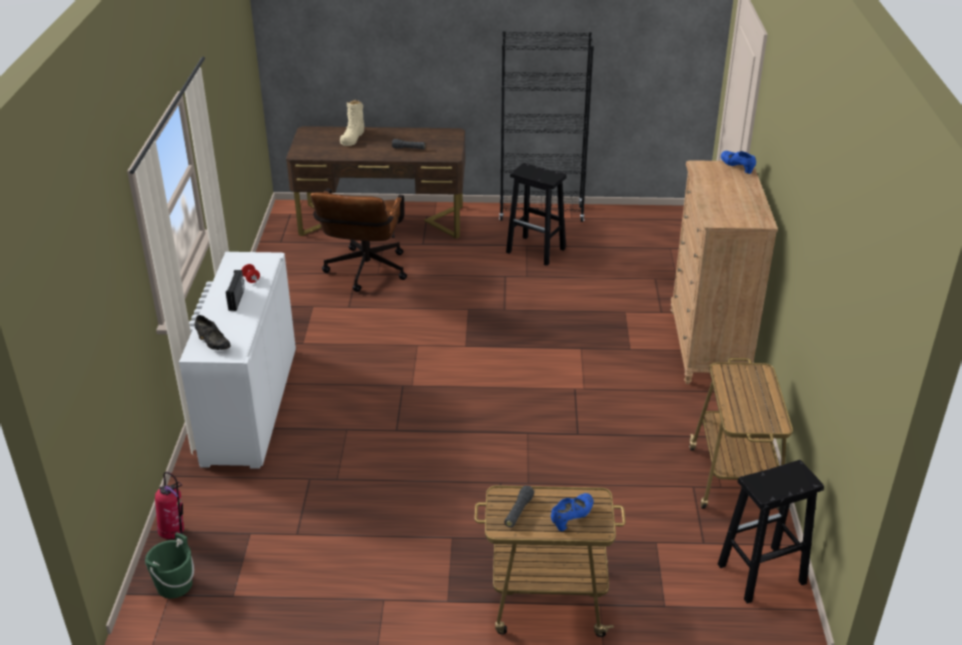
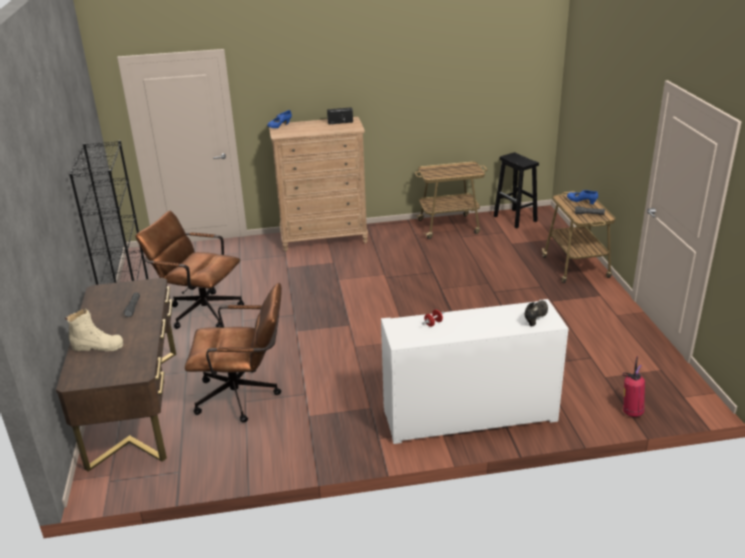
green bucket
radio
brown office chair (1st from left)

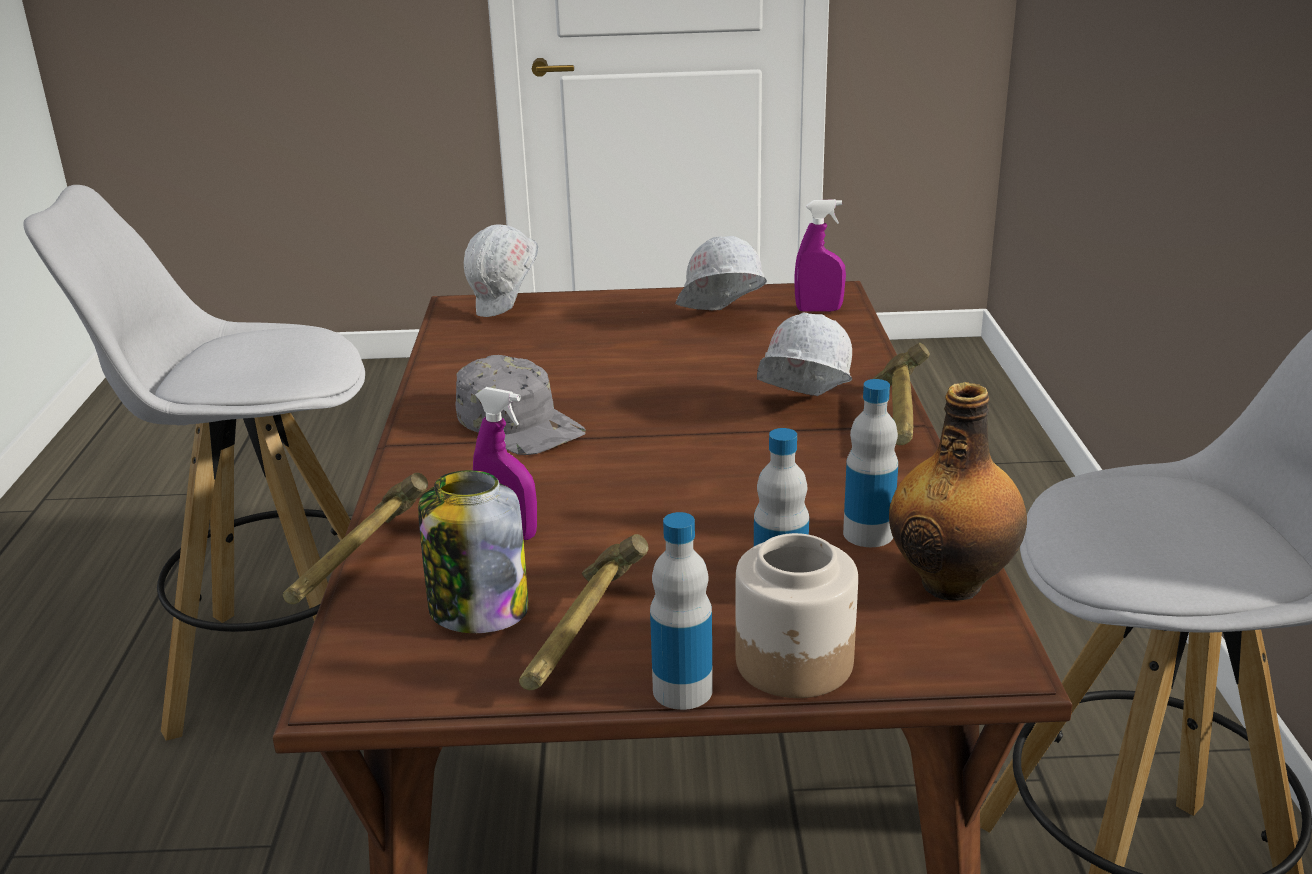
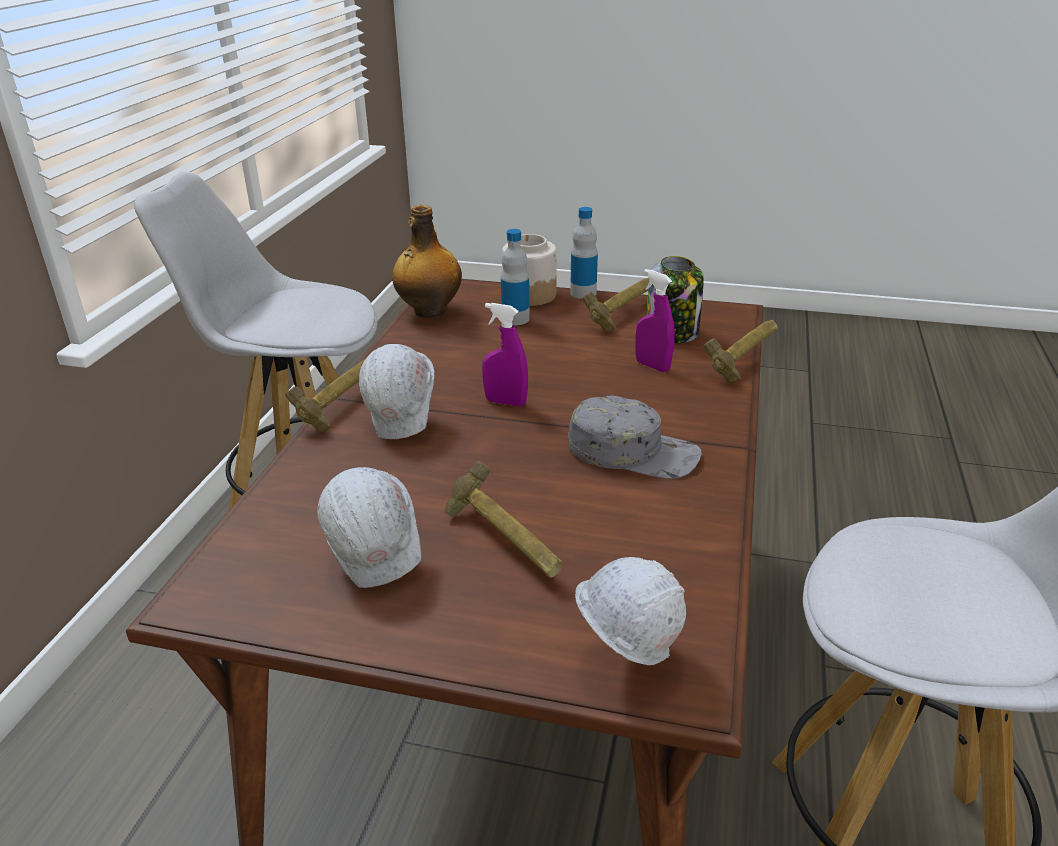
grey cap
purple spray bottle (1st from left)
bottle (3rd from left in the first image)
hammer (2nd from left)

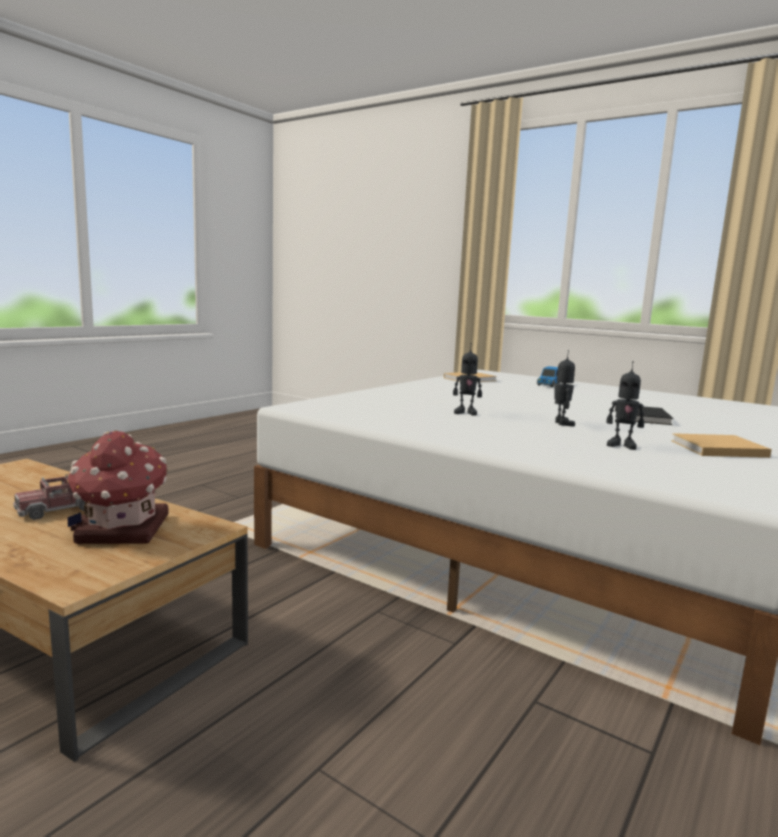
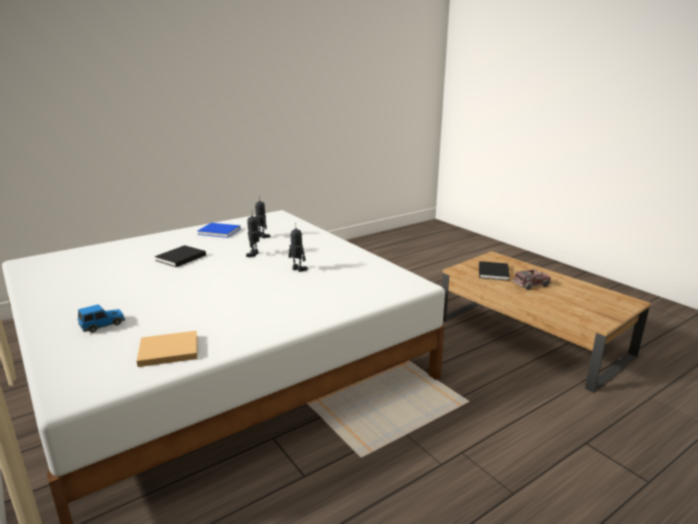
black book (2nd from left)
blue book

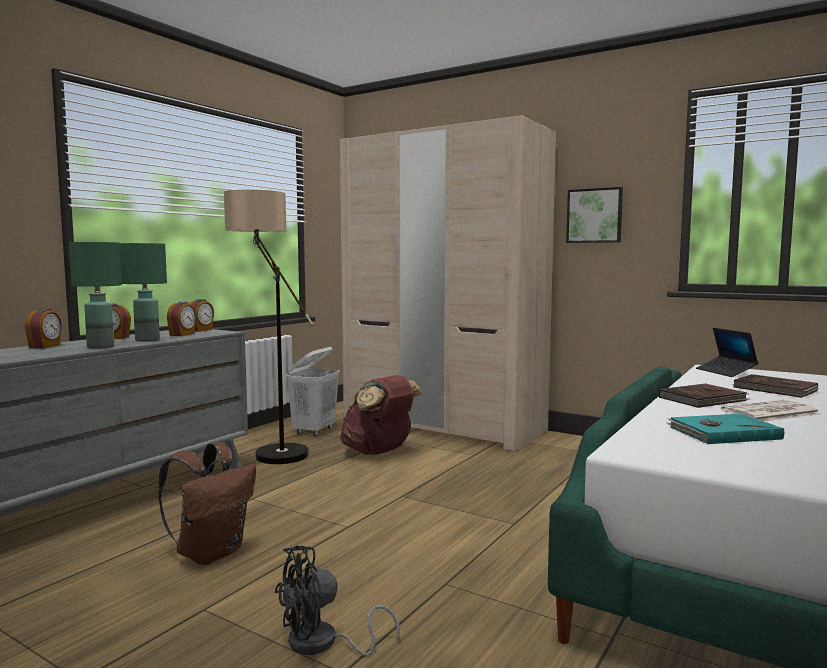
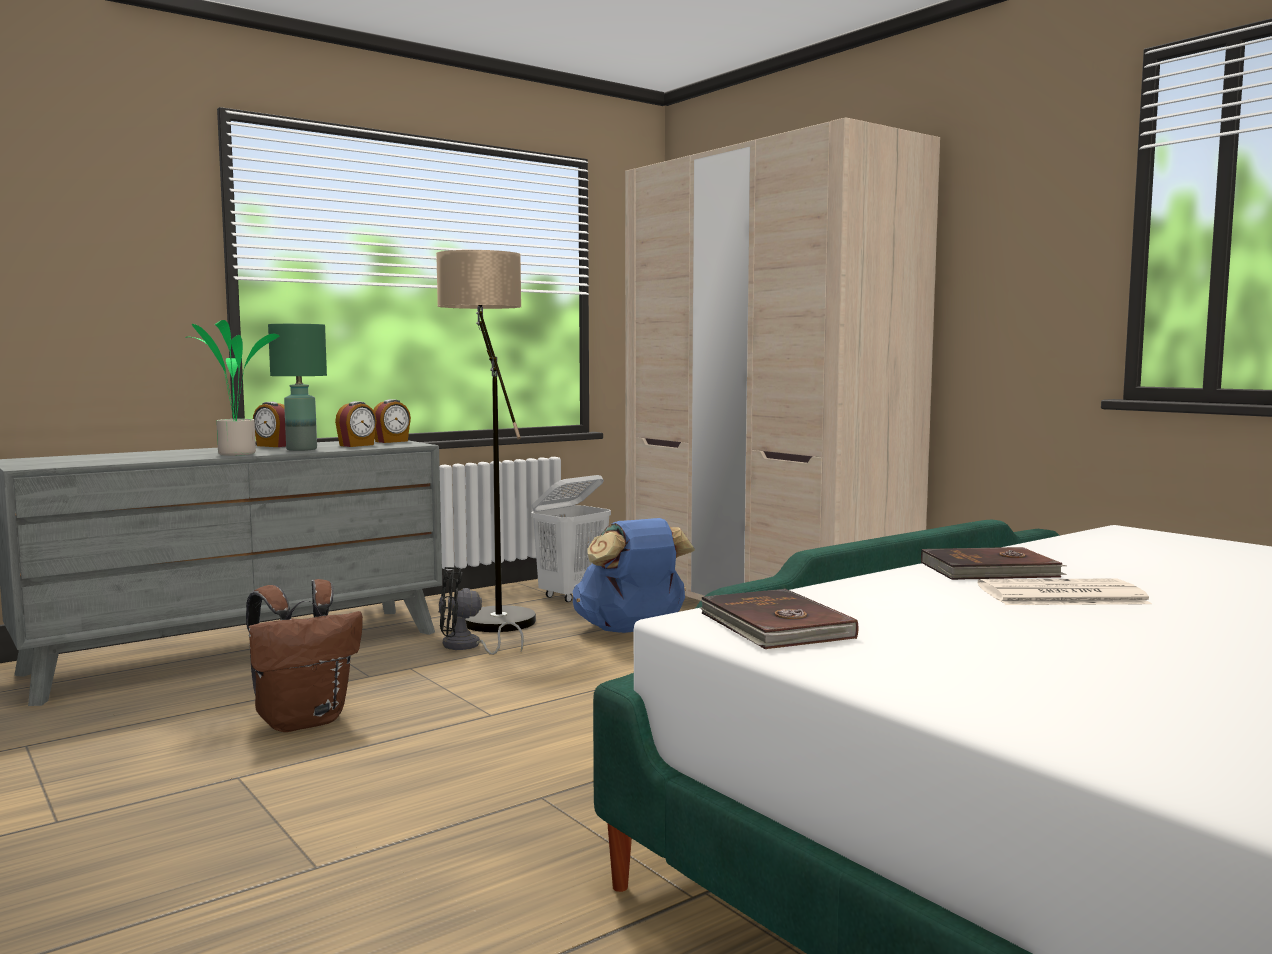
alarm clock (1st from left in the first image)
potted plant
black fan
blue backpack
picture
turquoise book
laptop
brown book (1st from left)

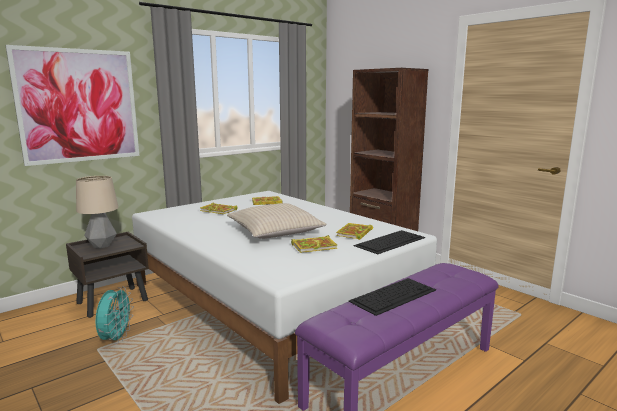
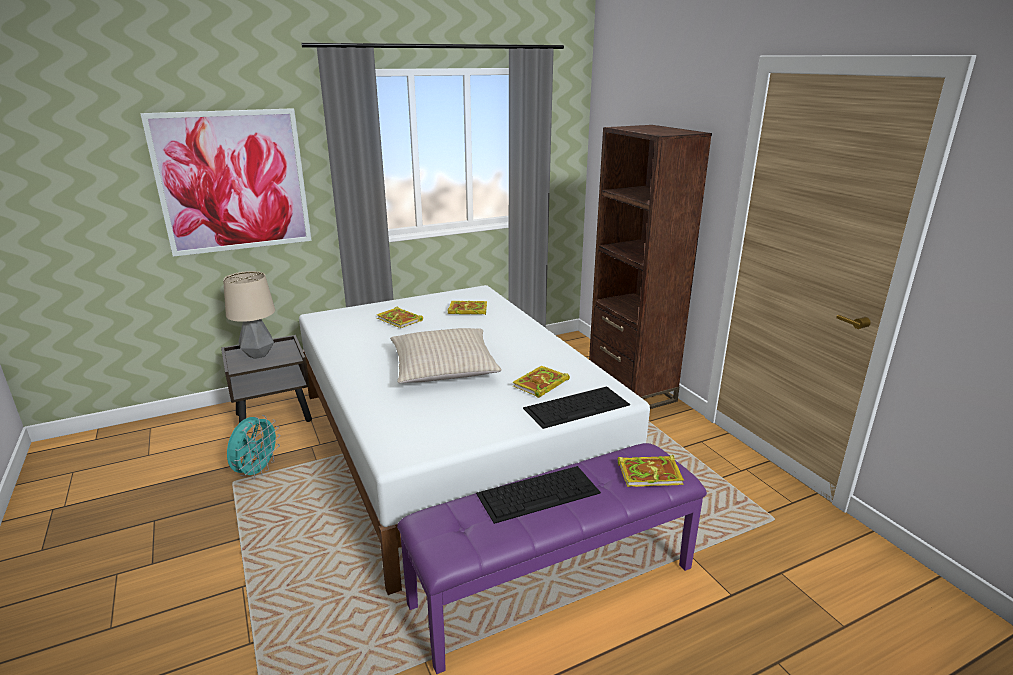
book (4th from left)

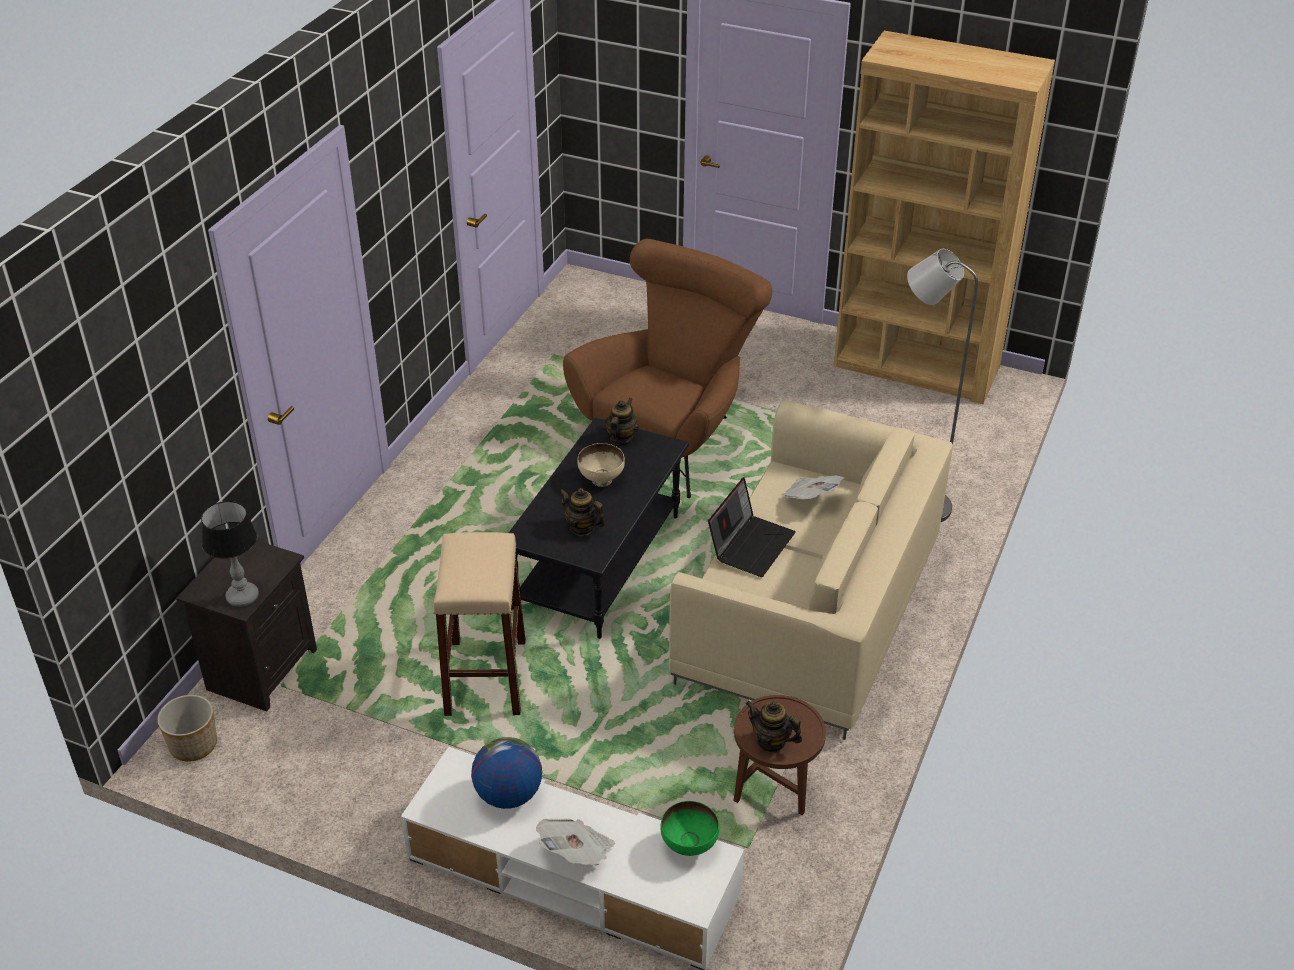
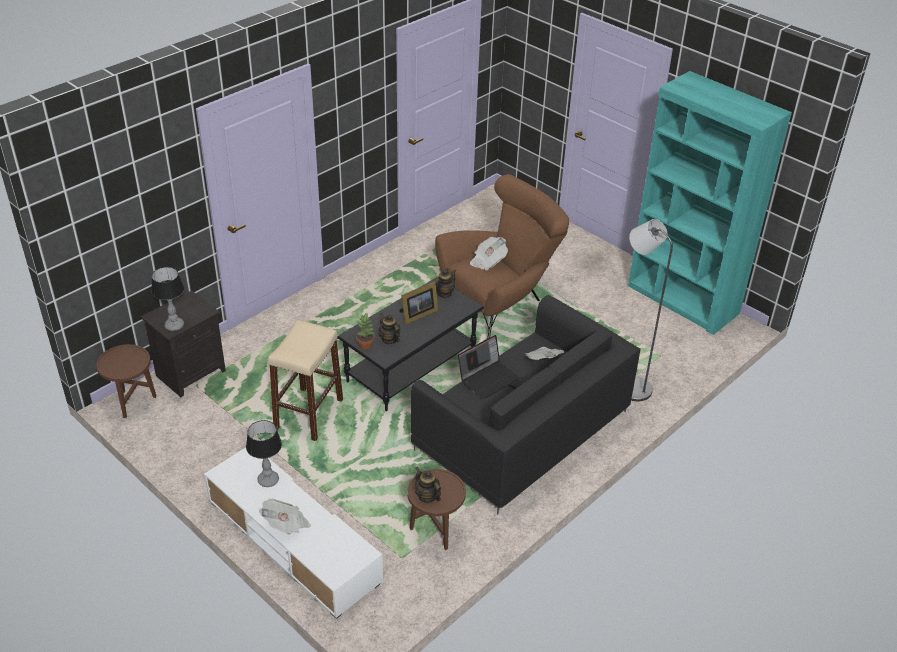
brown side table (1st from left)
table lamp (2nd from left)
picture frame
green bowl
black sofa
turquoise bookcase
potted plant
newspaper (2nd from left)

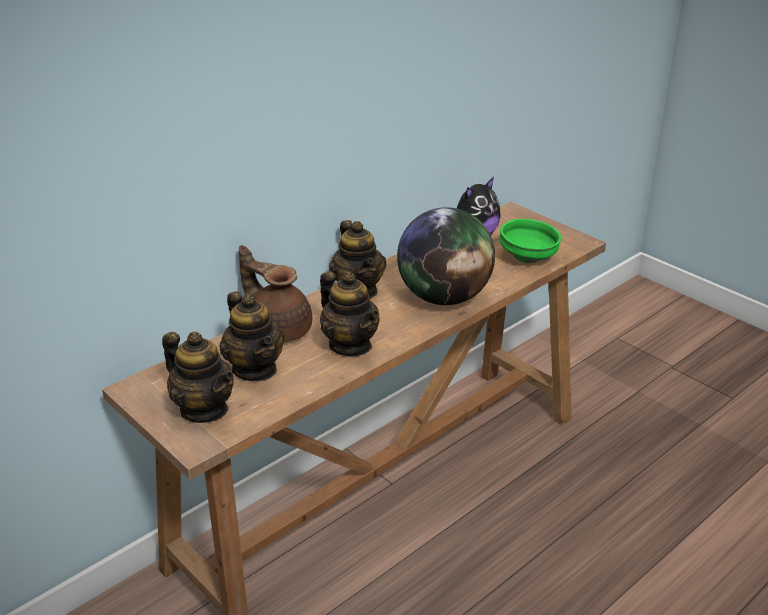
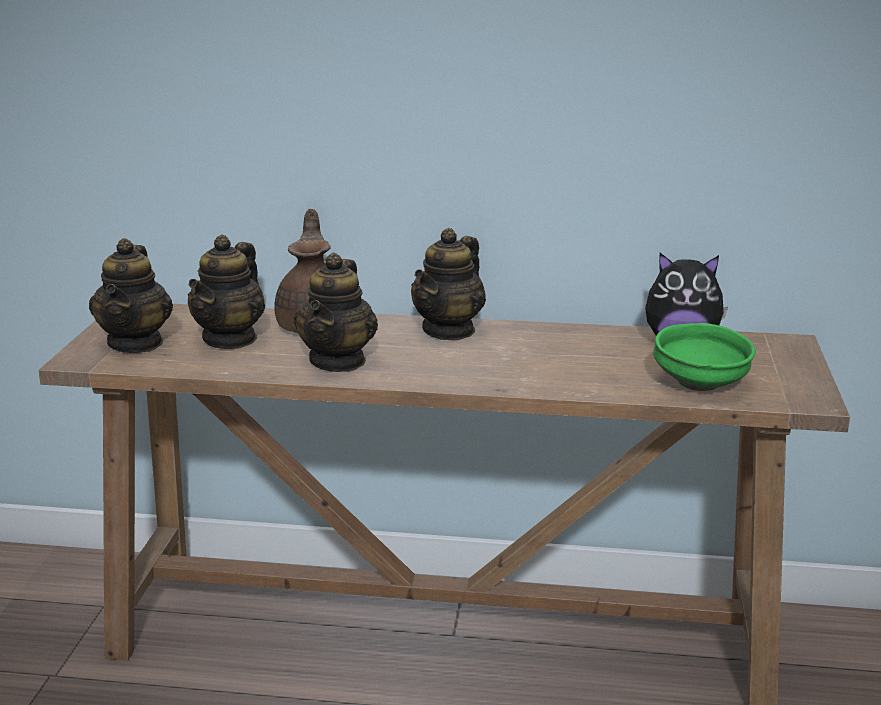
globe

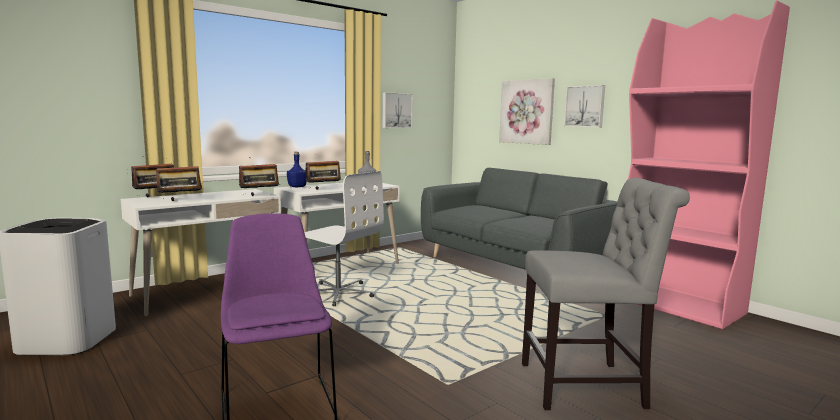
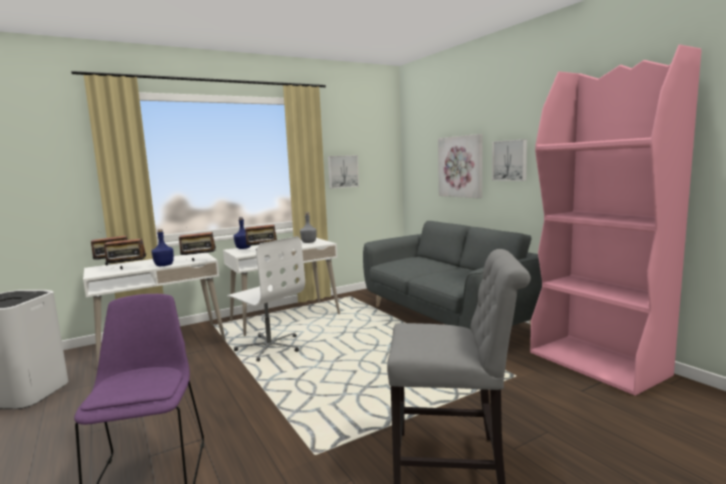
blue bottle (1st from left)

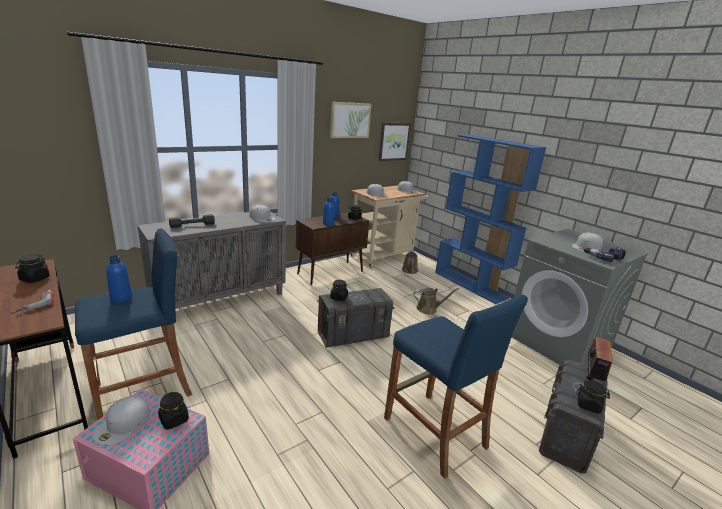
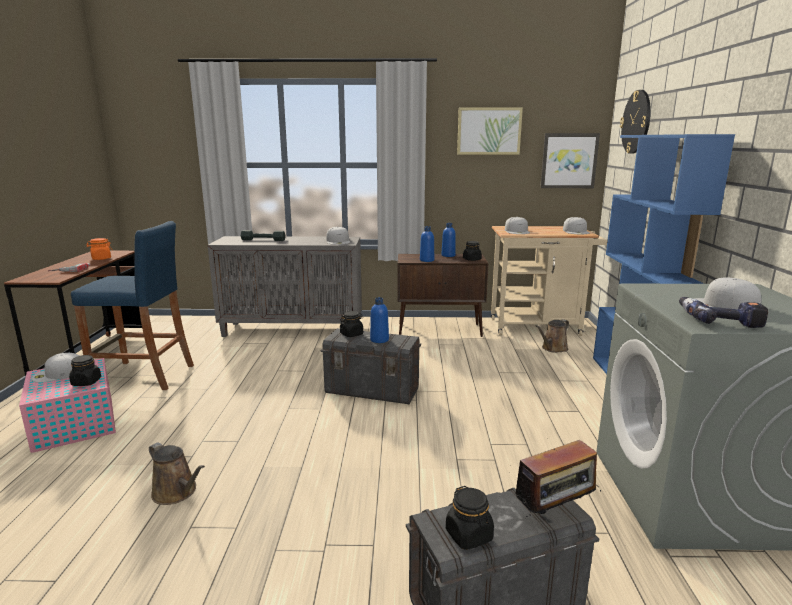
orange jar
blue bottle (1st from left)
blue stool (2nd from left in the first image)
brown watering can (1st from left)
wall clock

